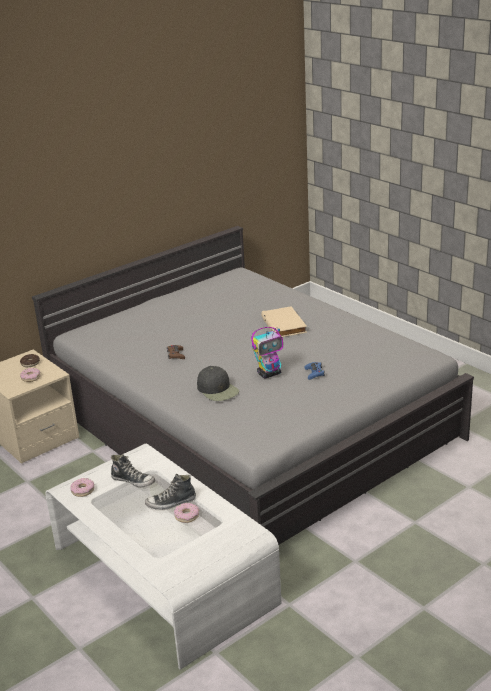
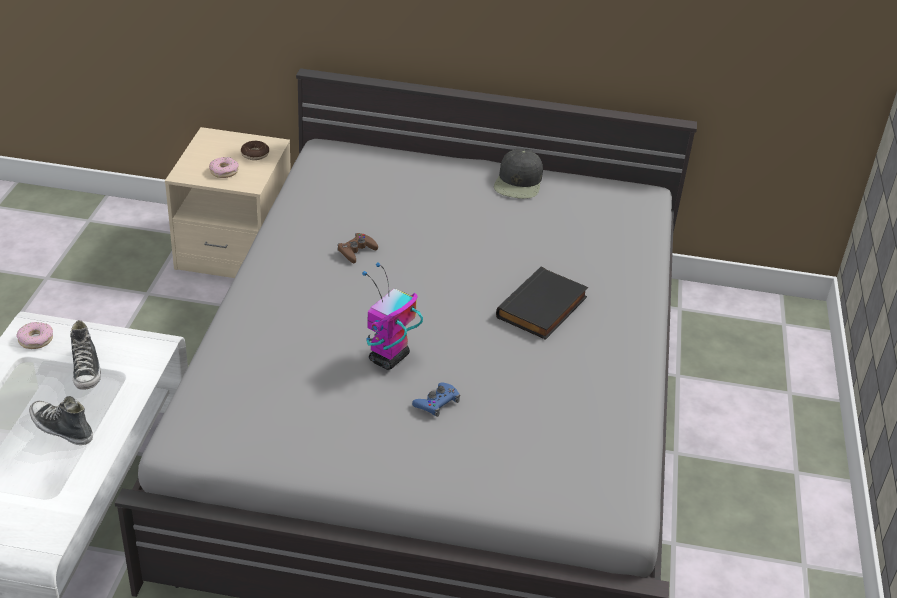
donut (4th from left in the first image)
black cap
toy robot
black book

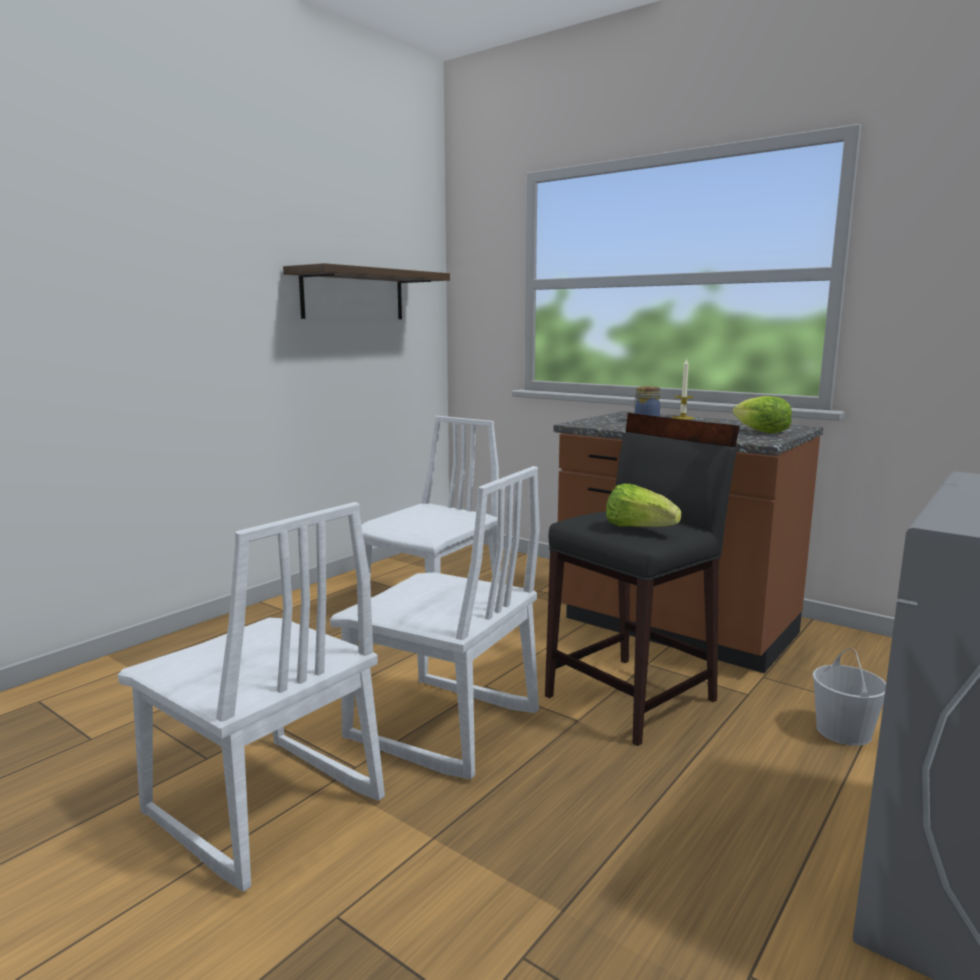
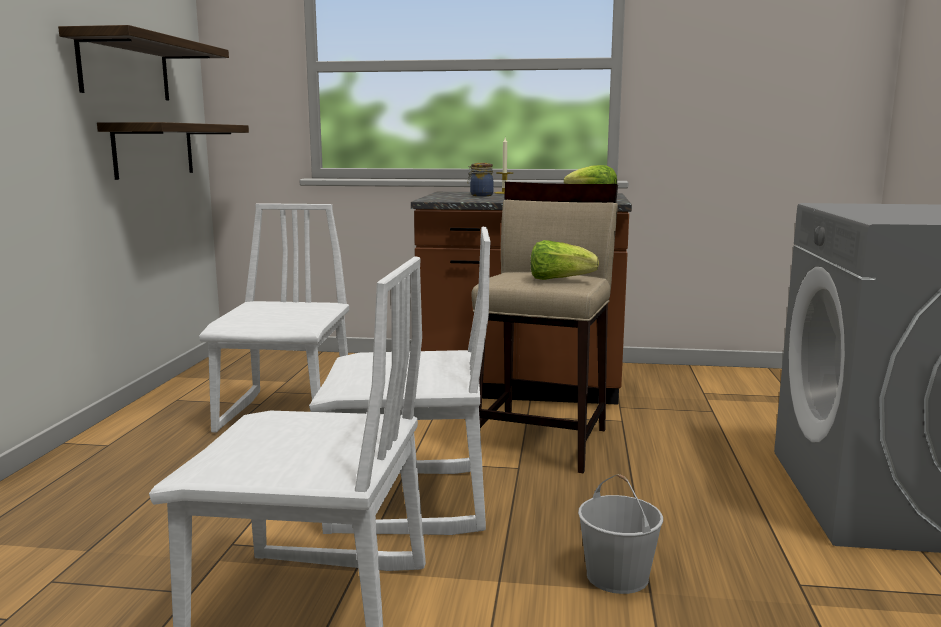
beige stool
white bucket
shelf (2nd from left)

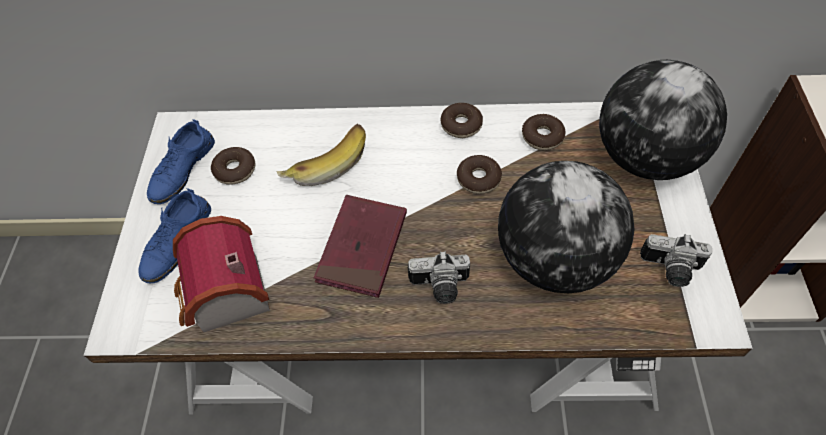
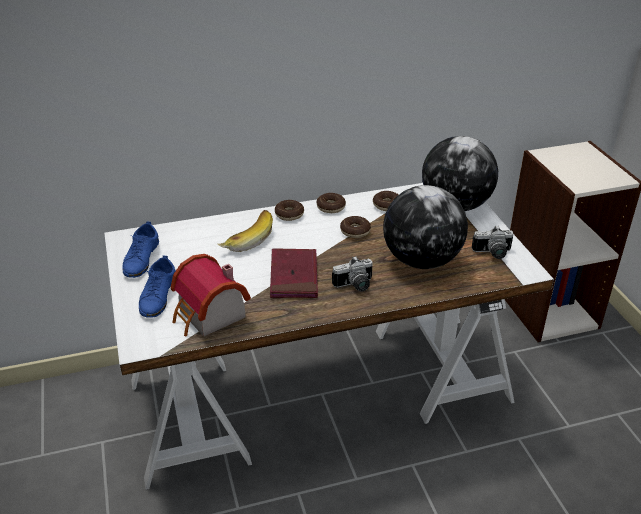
donut (1st from left)

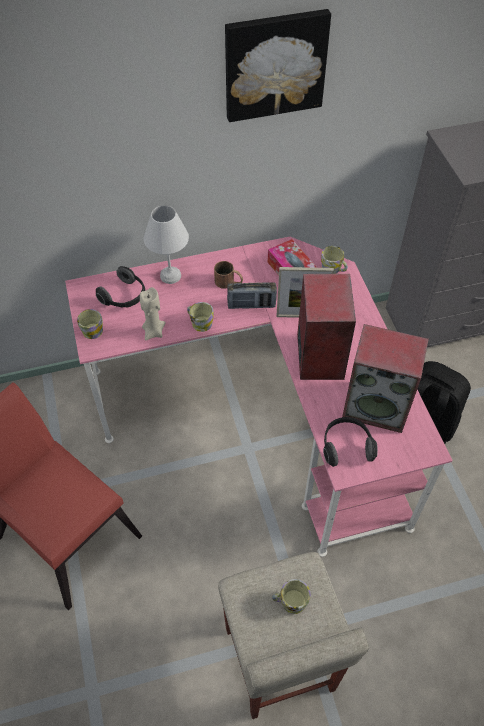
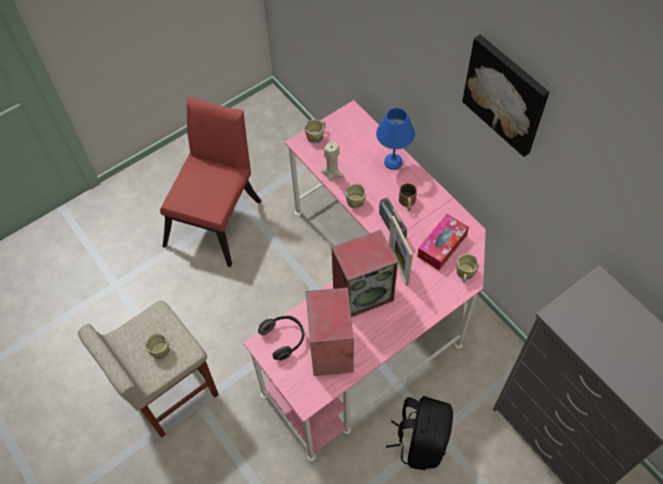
headphones (1st from left in the first image)
blue table lamp

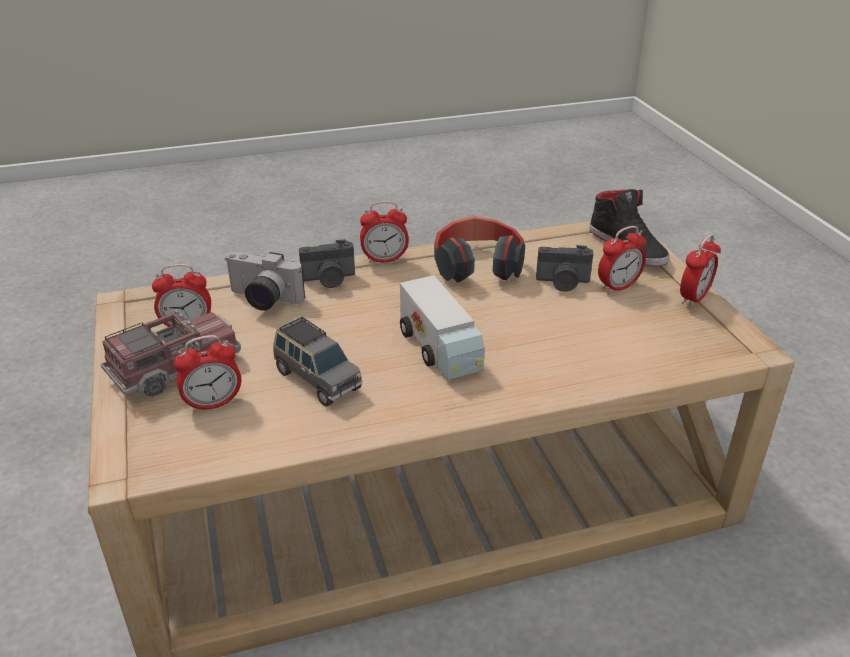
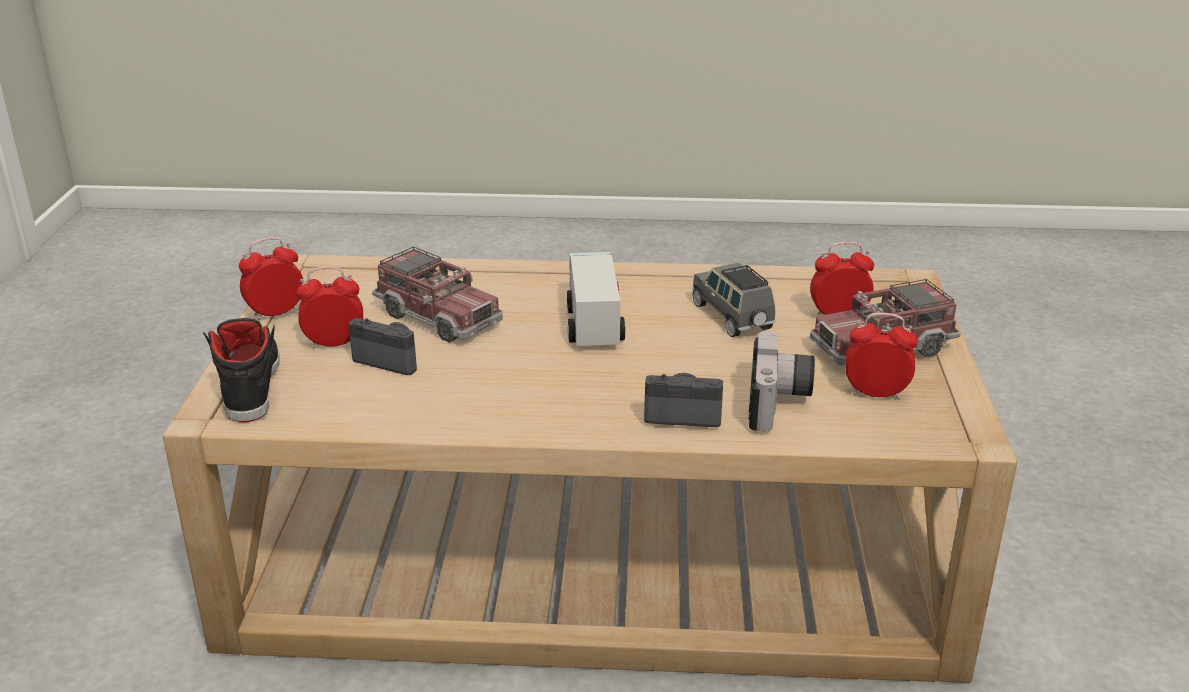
photo camera (3rd from left)
alarm clock (3rd from left in the first image)
headphones
toy truck (1st from left)

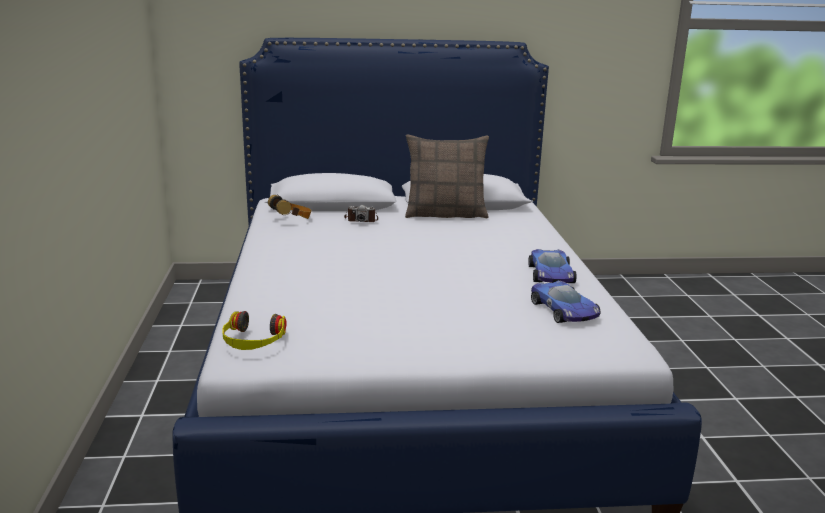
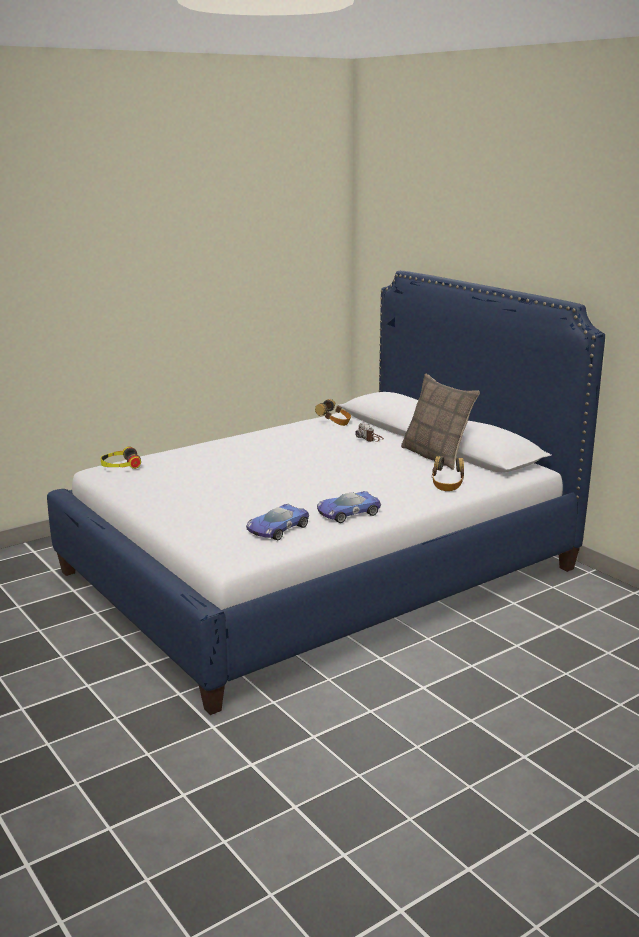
headphones (3rd from left)

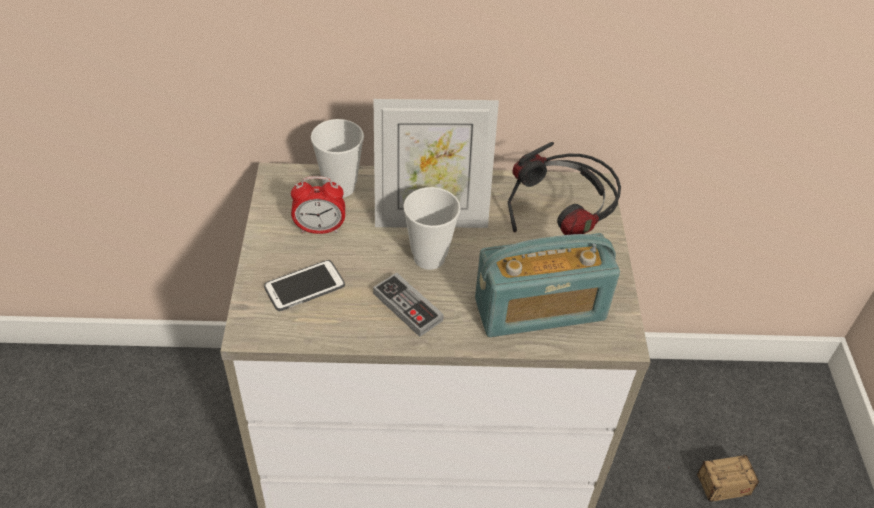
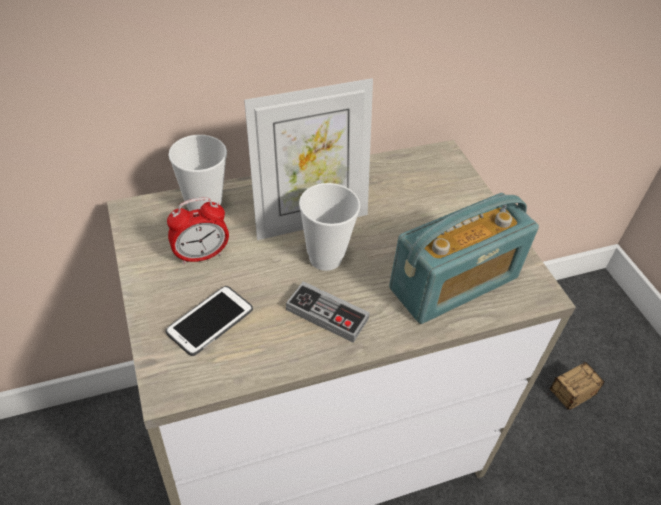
headphones

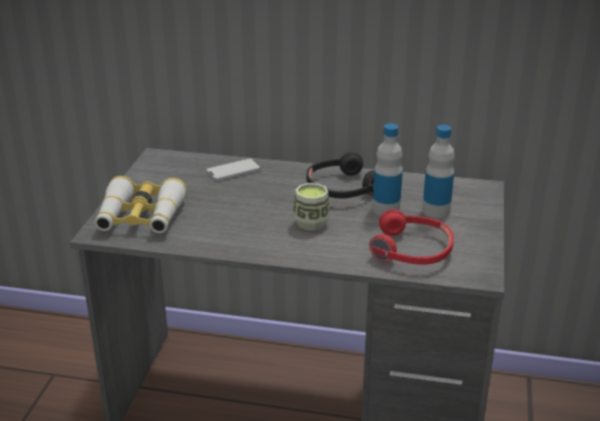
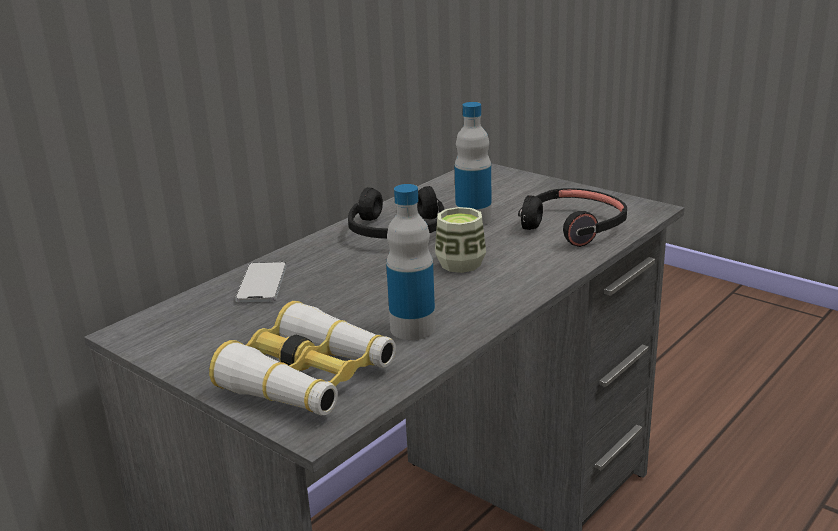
black headphones (2nd from left)
bottle (1st from left)

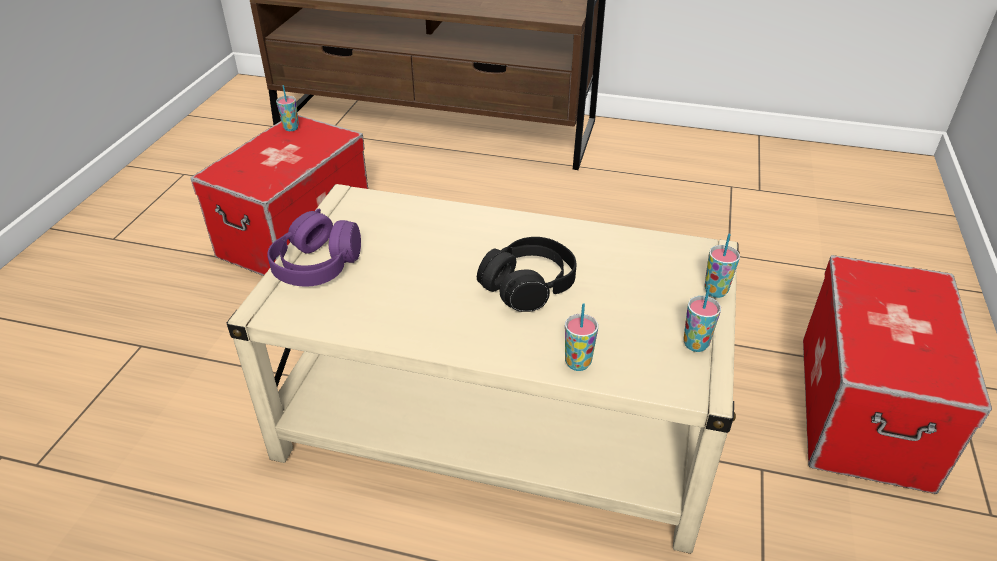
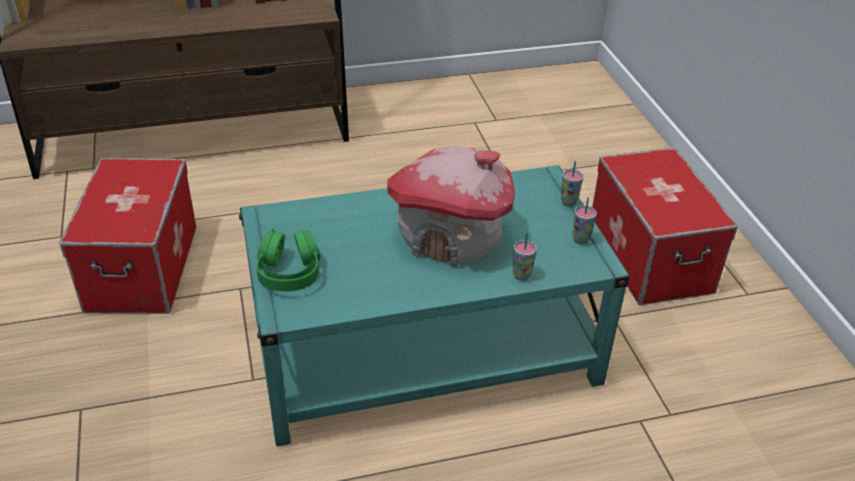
turquoise coffee table
green headphones
cup (1st from left in the first image)
toy house

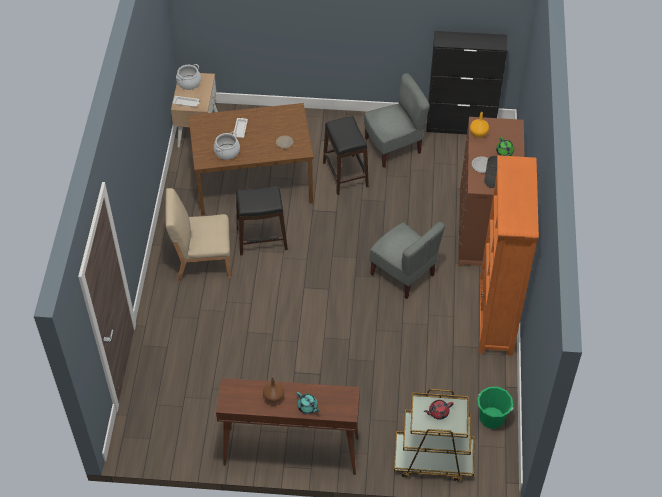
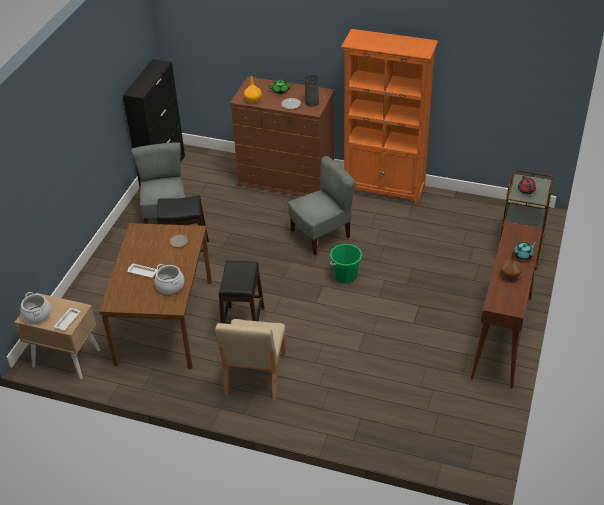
green bucket

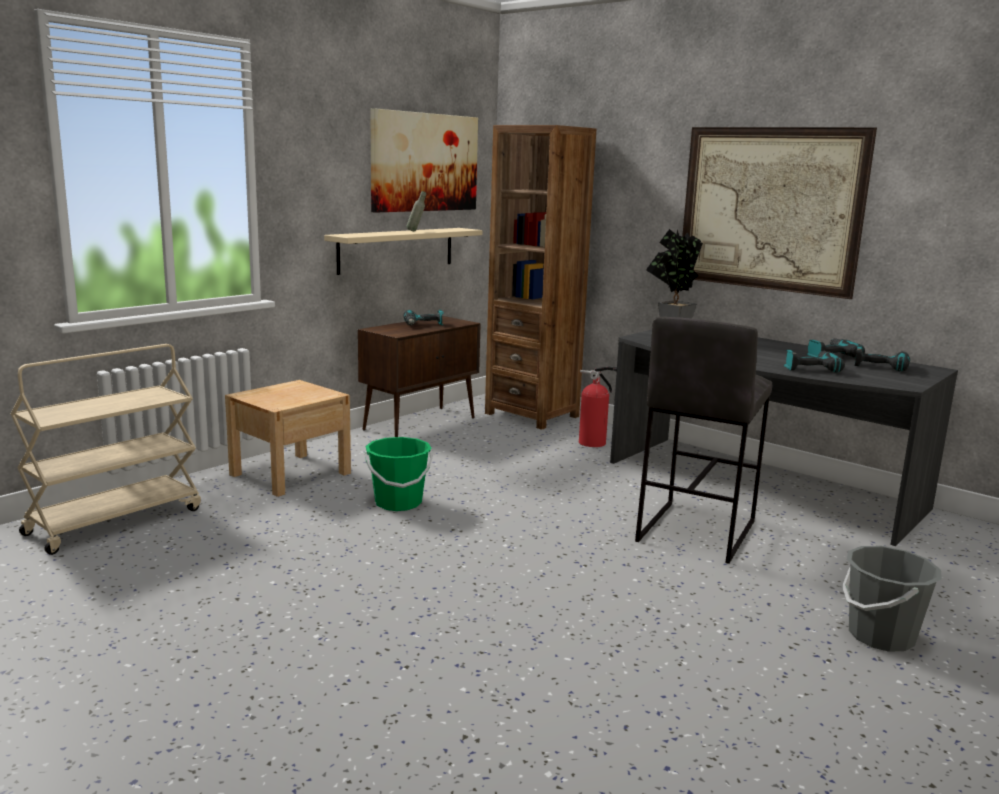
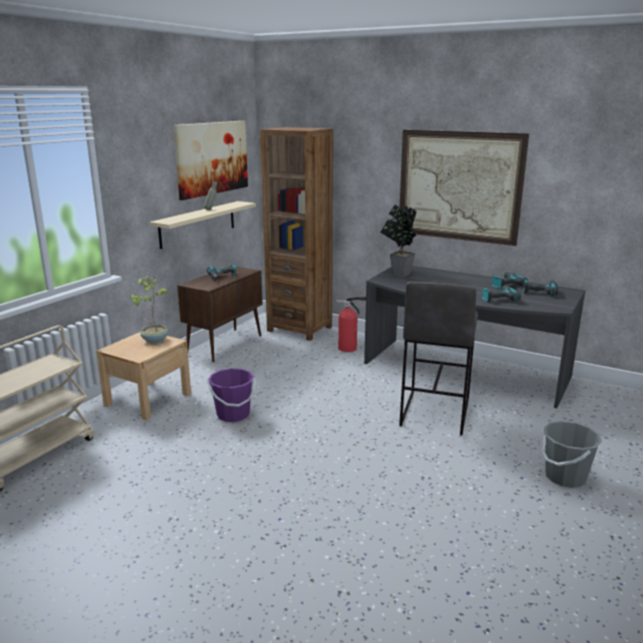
purple bucket
potted plant (1st from left)

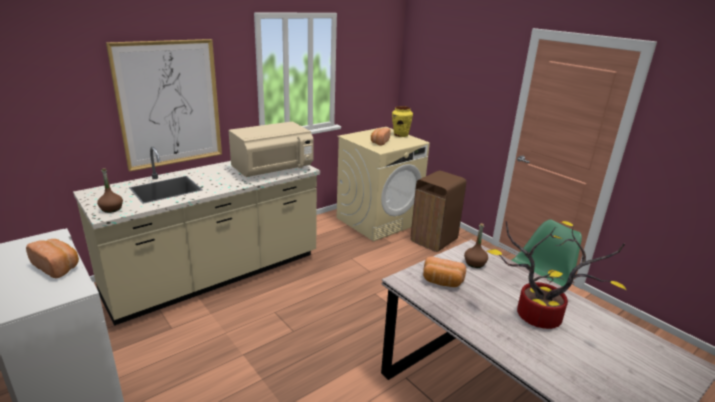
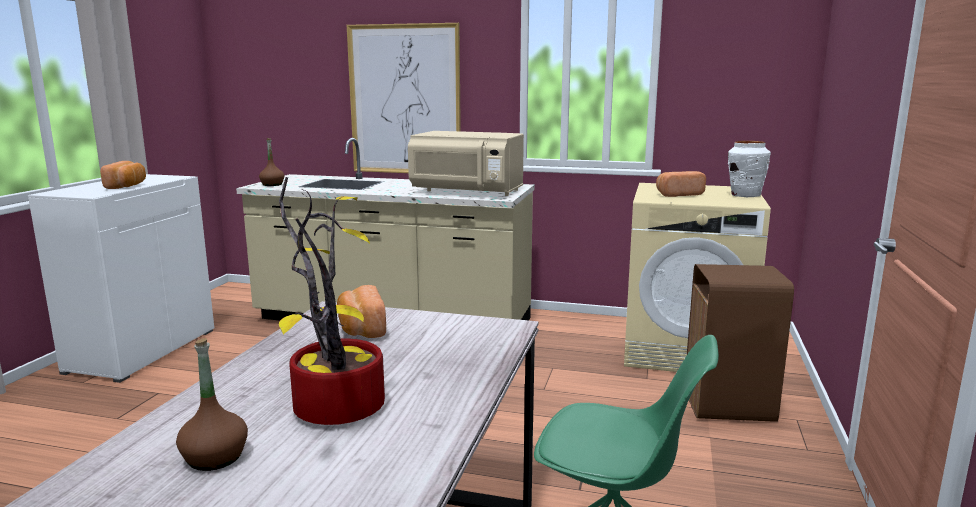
white vase
brown bottle (1st from left)

